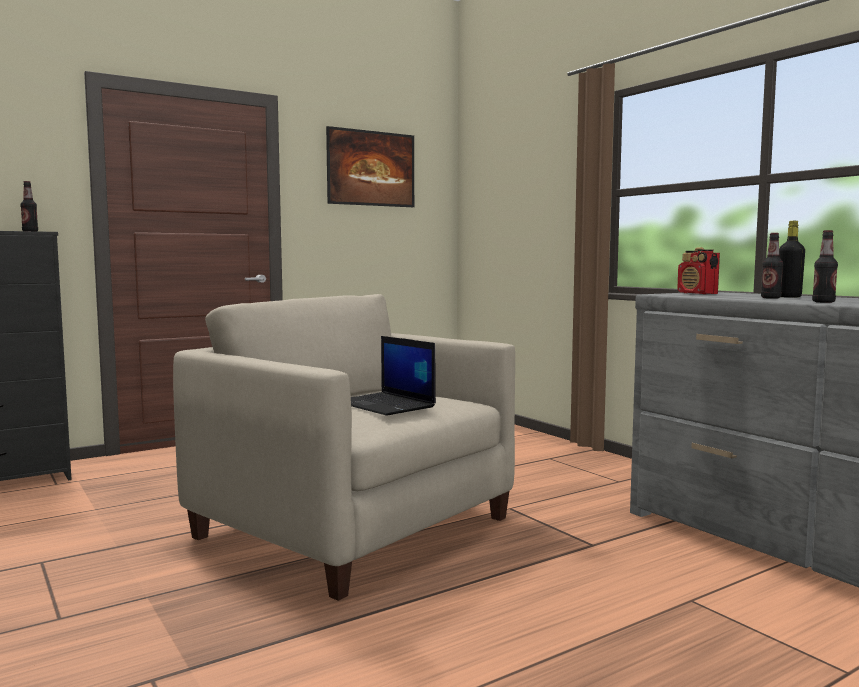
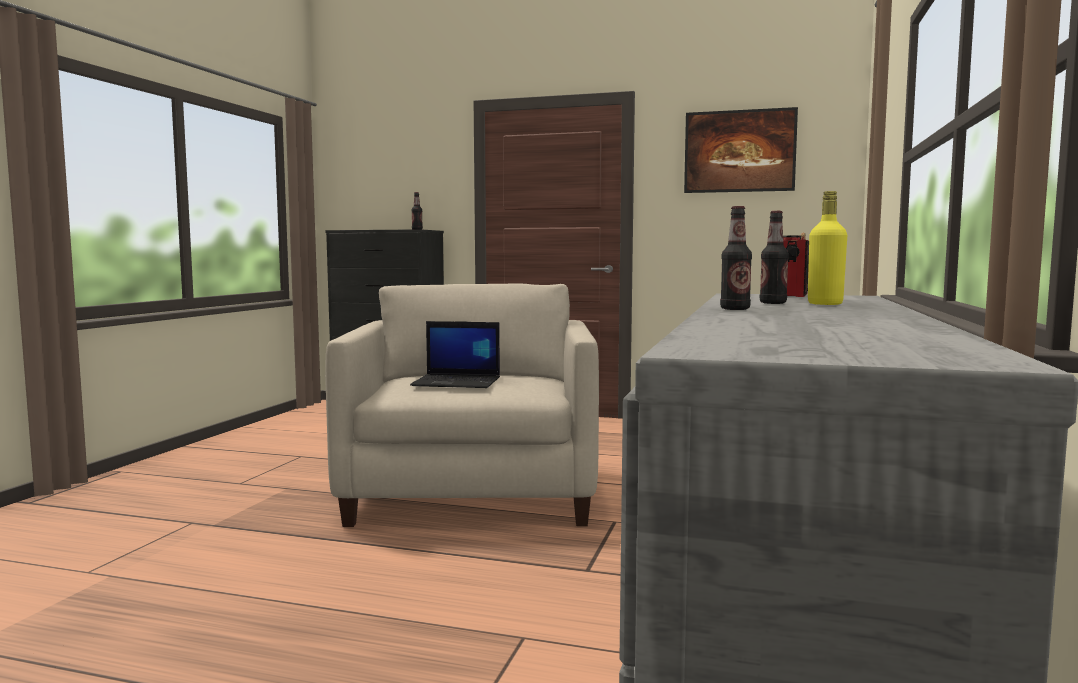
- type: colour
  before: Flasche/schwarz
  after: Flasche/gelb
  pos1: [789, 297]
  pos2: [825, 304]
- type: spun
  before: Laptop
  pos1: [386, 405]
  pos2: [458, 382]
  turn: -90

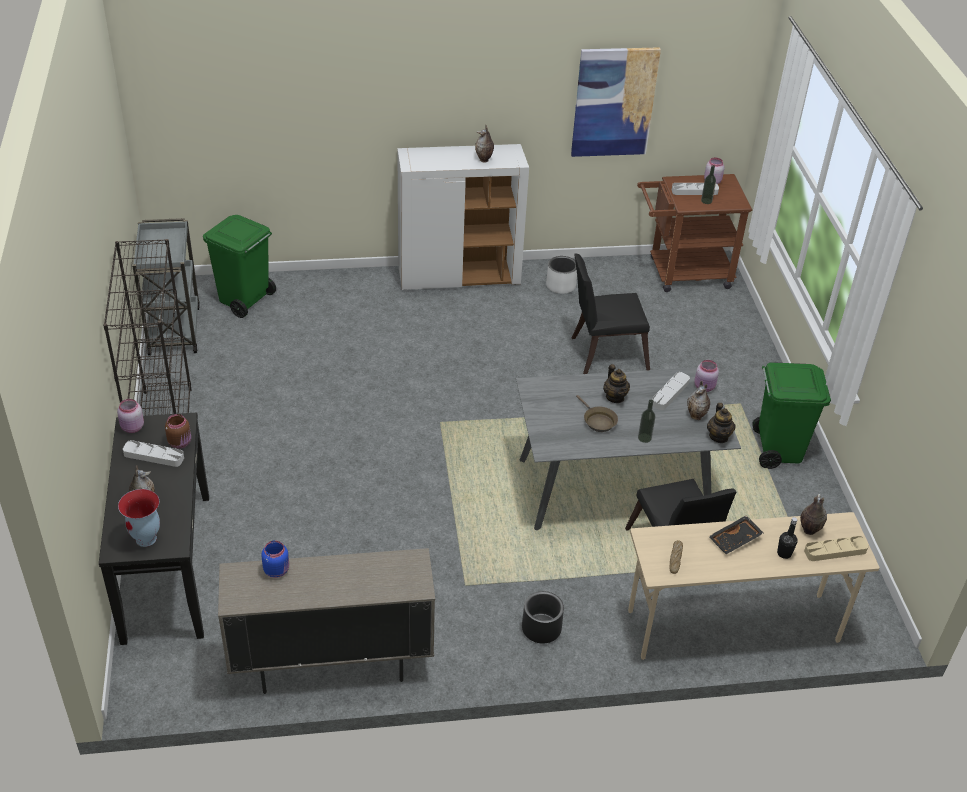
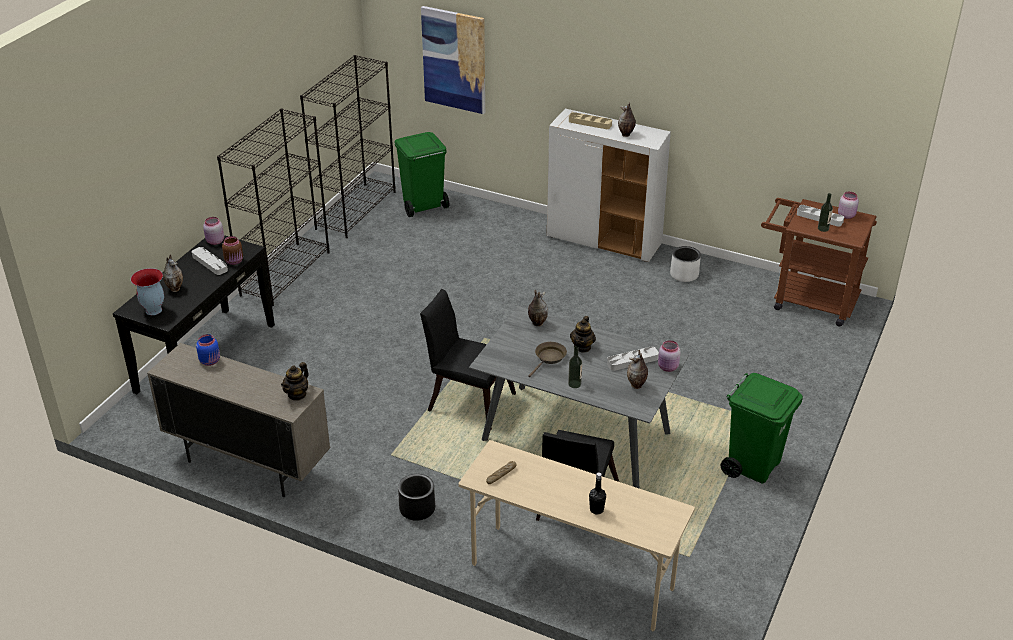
- type: missing
  before: Tablett/schwarz
  pos1: [735, 540]
- type: relocated
  before: Bild
  pos1: [614, 102]
  pos2: [454, 60]
- type: relocated
  before: Stuhl/schwarz
  pos1: [604, 353]
  pos2: [467, 400]
- type: relocated
  before: Teekanne
  pos1: [719, 436]
  pos2: [297, 394]
- type: relocated
  before: Vase
  pos1: [808, 530]
  pos2: [537, 323]
- type: relocated
  before: Tablett/beige
  pos1: [835, 551]
  pos2: [590, 123]
- type: exchanged
  before: Rollwagen/grau
  after: Bücherregal/schwarz
  pos1: [174, 329]
  pos2: [356, 210]
- type: spun
  before: Pfanne/braun
  pos1: [597, 421]
  pos2: [549, 358]
  turn: -150

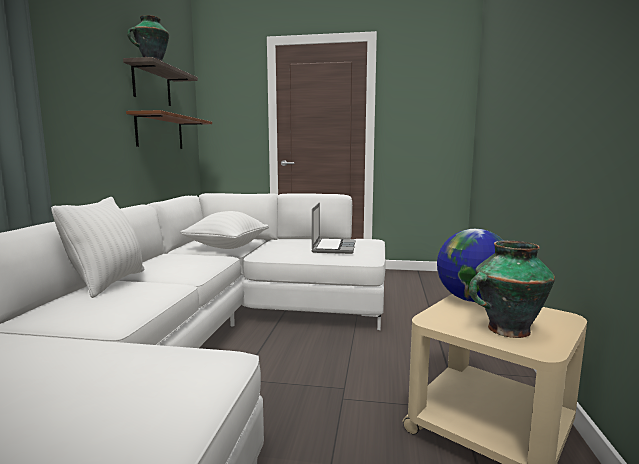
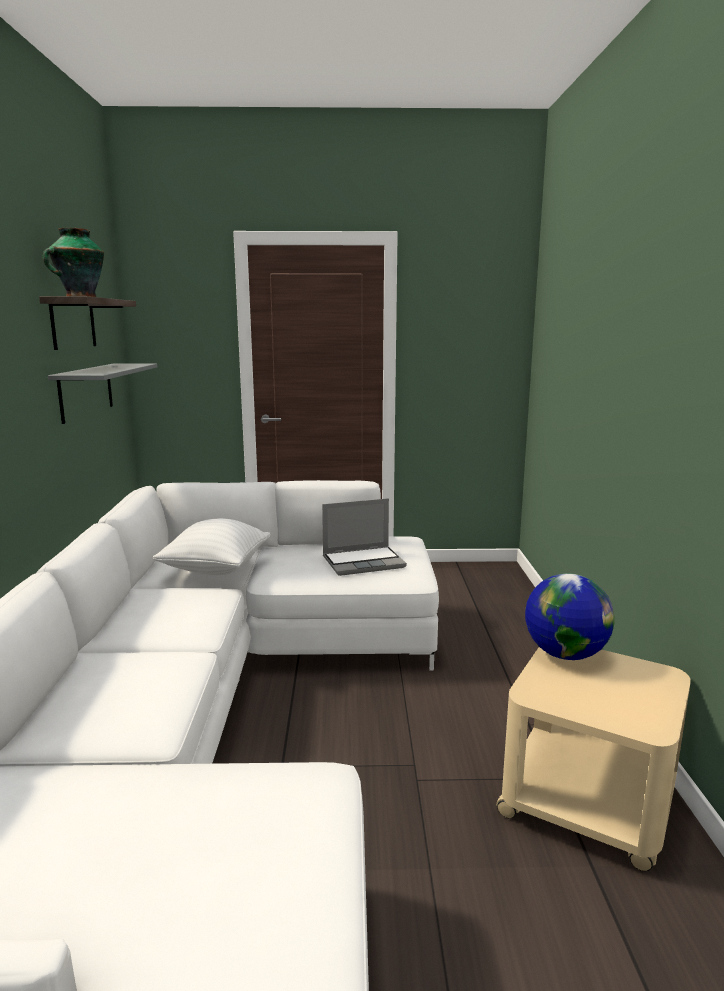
- type: missing
  before: Kissen/weiß
  pos1: [108, 283]
- type: missing
  before: Vase
  pos1: [506, 330]
- type: colour
  before: Wandregal/braun
  after: Wandregal/grau
  pos1: [160, 132]
  pos2: [86, 391]
- type: spun
  before: Laptop
  pos1: [333, 247]
  pos2: [364, 562]
  turn: 75

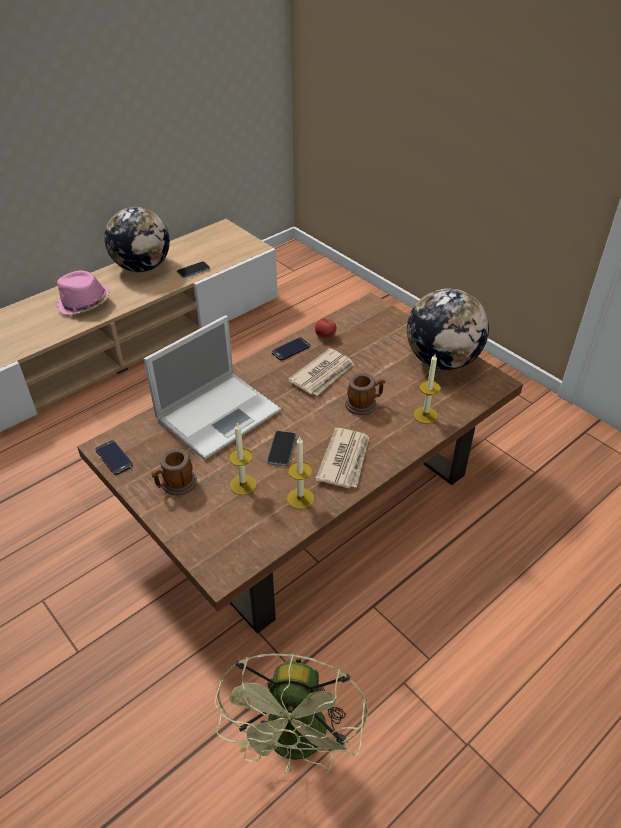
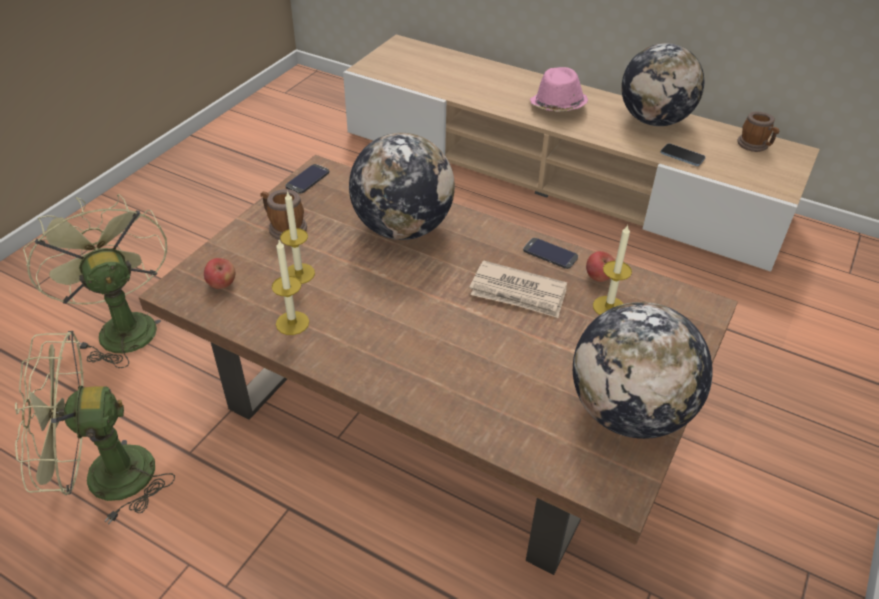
- type: missing
  before: Handy
  pos1: [281, 449]
- type: missing
  before: Zeitung
  pos1: [345, 460]
- type: appeared
  after: Ventilator/grün
  pos2: [122, 326]
- type: appeared
  after: Apfel
  pos2: [222, 284]
- type: relocated
  before: Henkelbecher
  pos1: [364, 404]
  pos2: [755, 145]
- type: relocated
  before: Kerze
  pos1: [425, 415]
  pos2: [609, 307]
- type: exchanged
  before: Laptop
  after: Globus
  pos1: [220, 413]
  pos2: [402, 228]

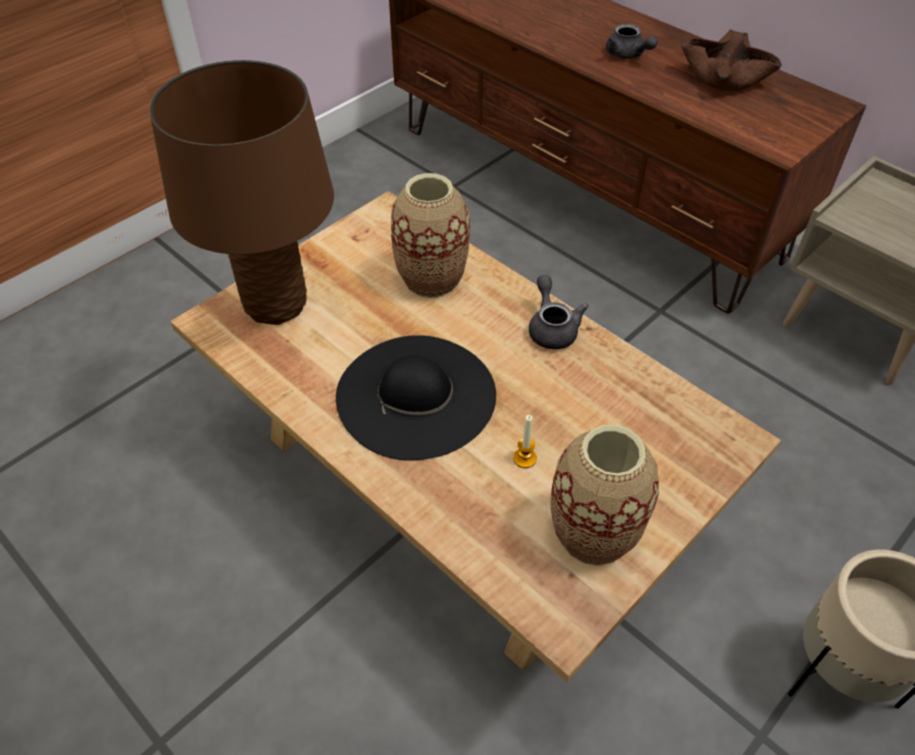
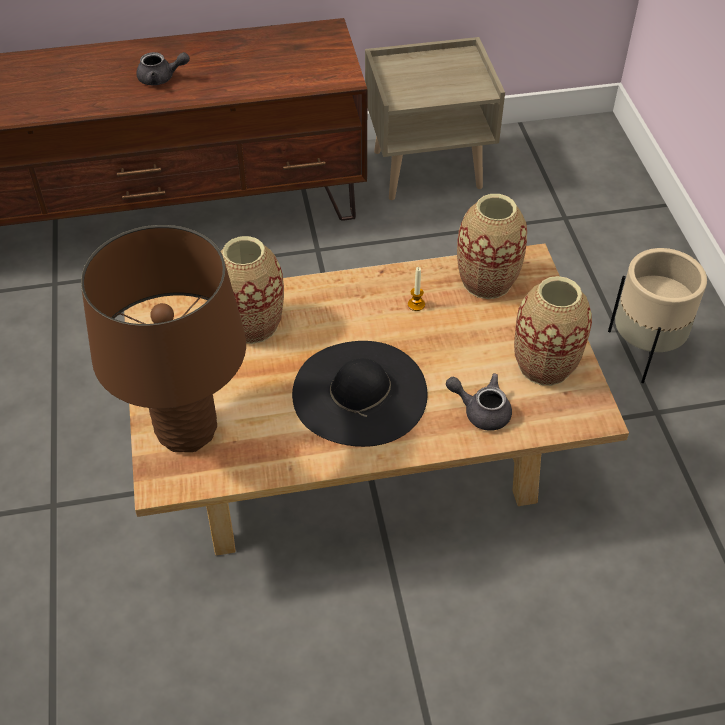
- type: missing
  before: Schüssel/braun
  pos1: [725, 76]
- type: appeared
  after: Vase
  pos2: [486, 281]
- type: relocated
  before: Kerze
  pos1: [524, 458]
  pos2: [416, 304]
- type: relocated
  before: Teekanne/grau
  pos1: [552, 328]
  pos2: [481, 411]

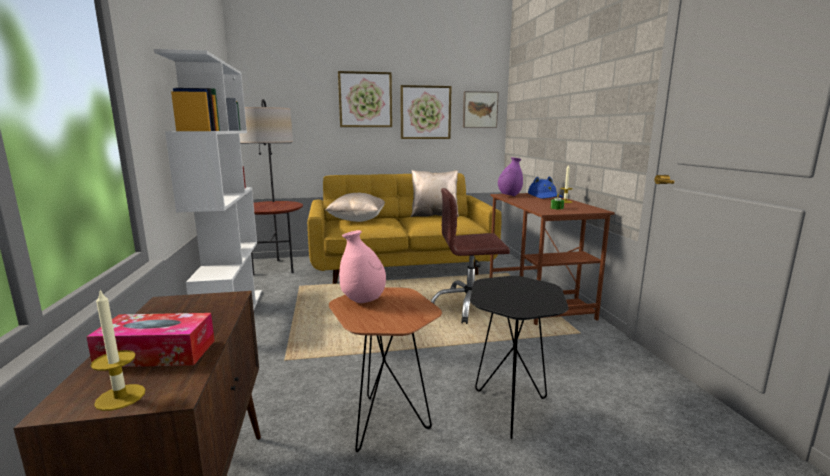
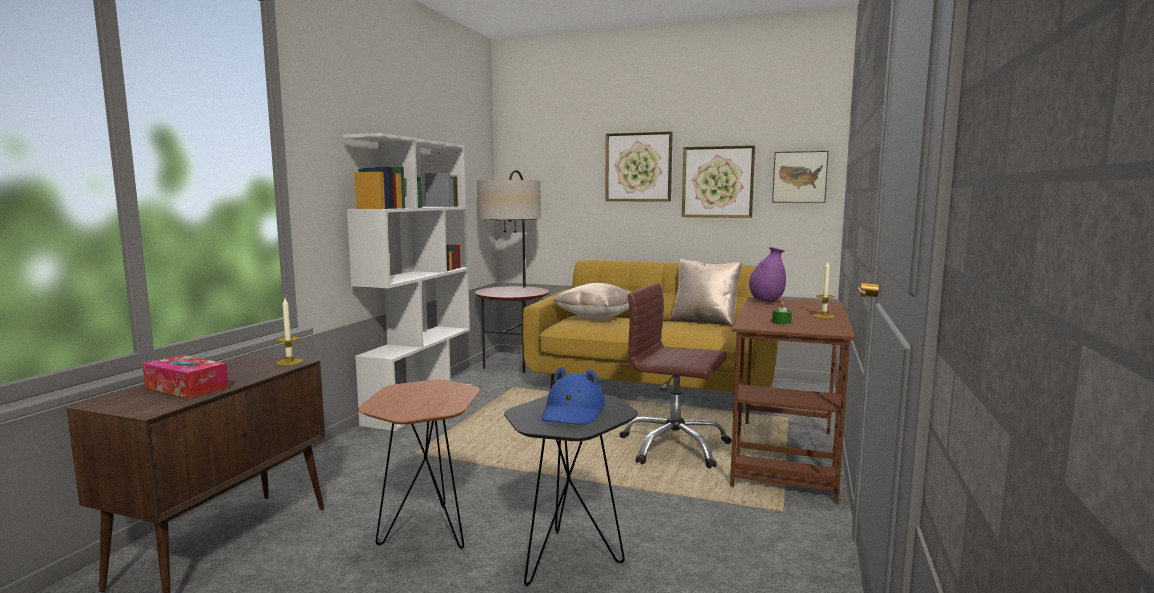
- type: missing
  before: Vase/rosa
  pos1: [363, 301]
- type: relocated
  before: Kerze
  pos1: [120, 397]
  pos2: [289, 362]
- type: relocated
  before: Hut/blau
  pos1: [545, 196]
  pos2: [573, 412]

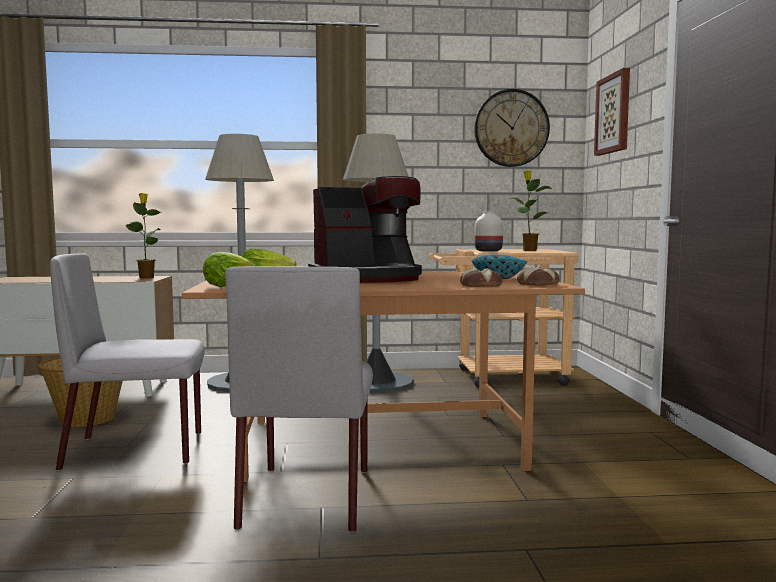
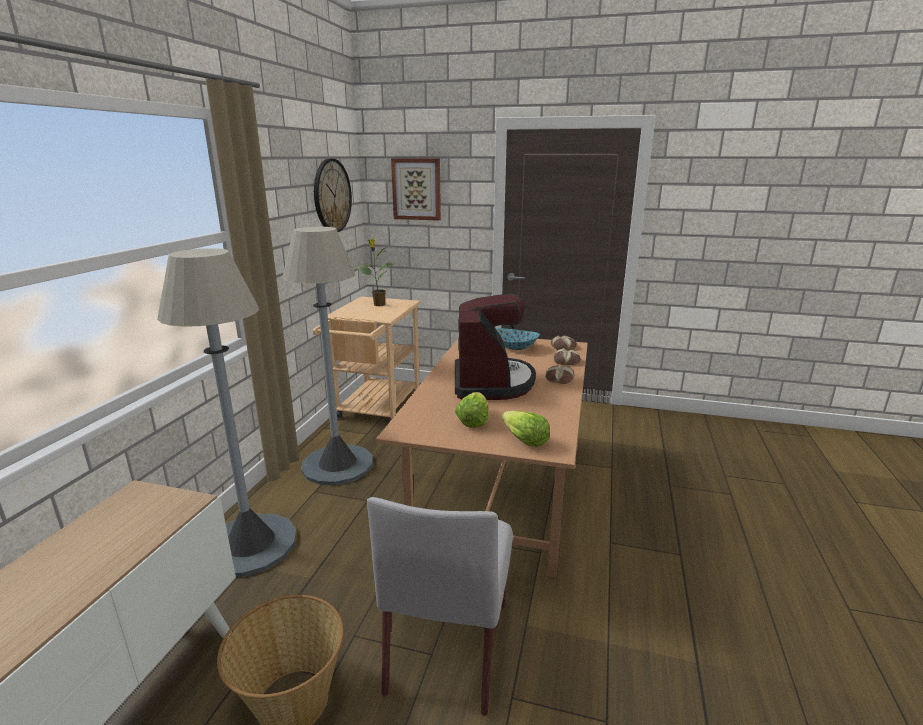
- type: missing
  before: Topfpflanze
  pos1: [146, 277]
- type: missing
  before: Stuhl/grau
  pos1: [307, 496]
- type: missing
  before: Vase/weiß
  pos1: [487, 251]
- type: appeared
  after: Brot
  pos2: [559, 378]

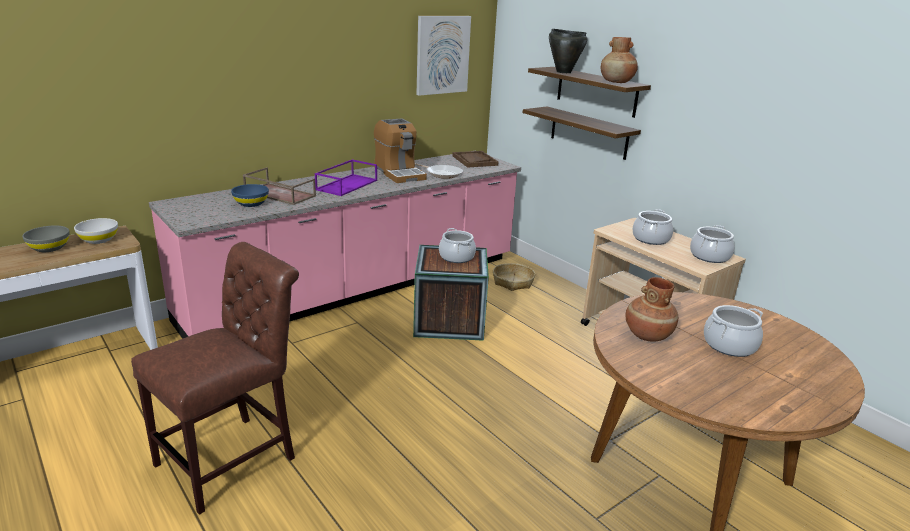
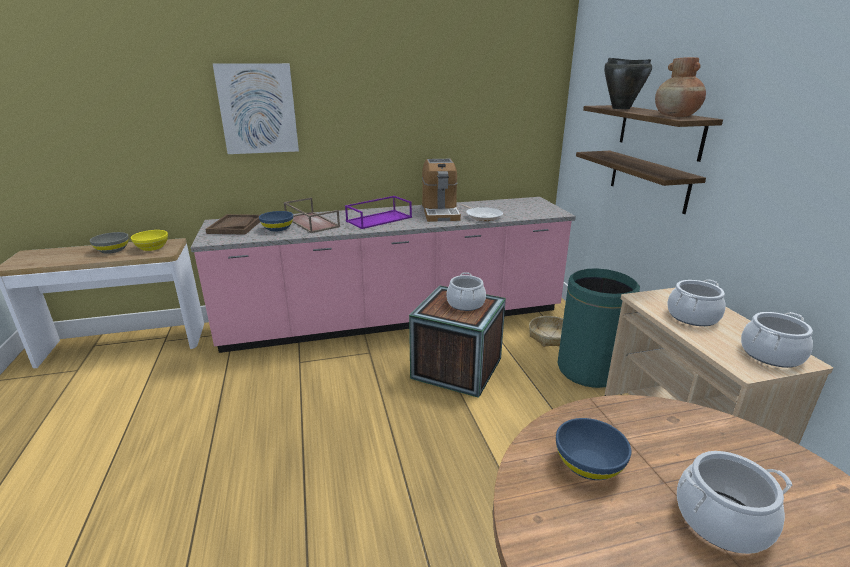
- type: missing
  before: Stuhl/braun
  pos1: [233, 458]
- type: appeared
  after: Mülleimer/grün
  pos2: [588, 370]
- type: relocated
  before: Bild
  pos1: [442, 55]
  pos2: [258, 109]
- type: relocated
  before: Tablett/braun
  pos1: [474, 160]
  pos2: [236, 226]
- type: exchanged
  before: Vase/braun
  after: Schüssel/blau
  pos1: [647, 335]
  pos2: [588, 464]
- type: colour
  before: Schüssel/weiß
  after: Schüssel/gelb
  pos1: [98, 240]
  pos2: [152, 248]

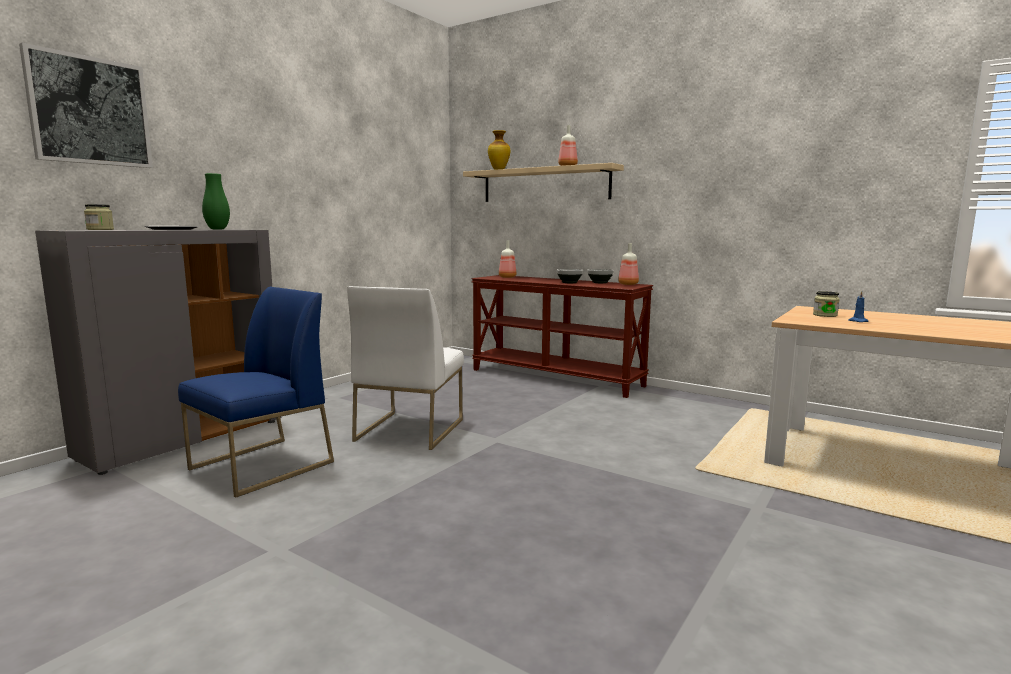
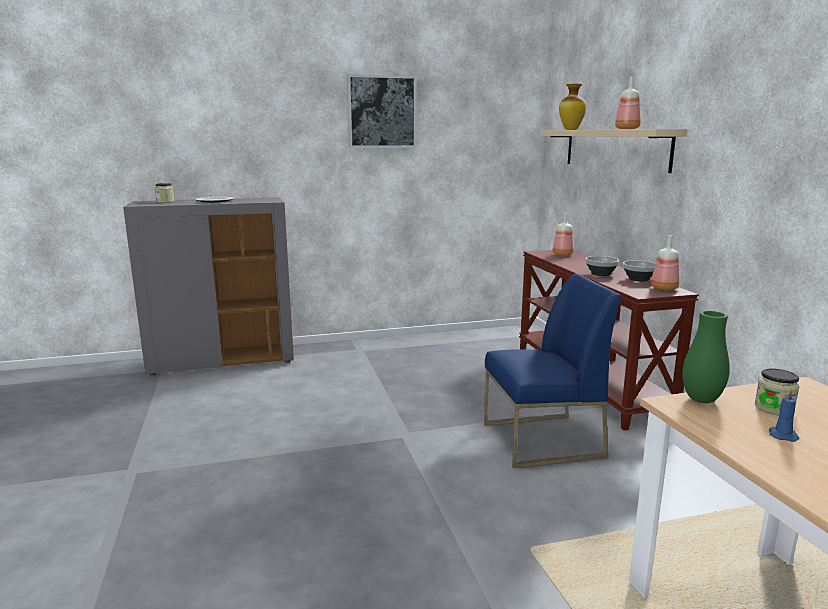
- type: missing
  before: Stuhl/weiß
  pos1: [409, 429]
- type: relocated
  before: Bild
  pos1: [89, 111]
  pos2: [382, 112]
- type: relocated
  before: Stuhl/blau
  pos1: [261, 466]
  pos2: [541, 440]
- type: relocated
  before: Vase/grün
  pos1: [217, 229]
  pos2: [701, 400]

